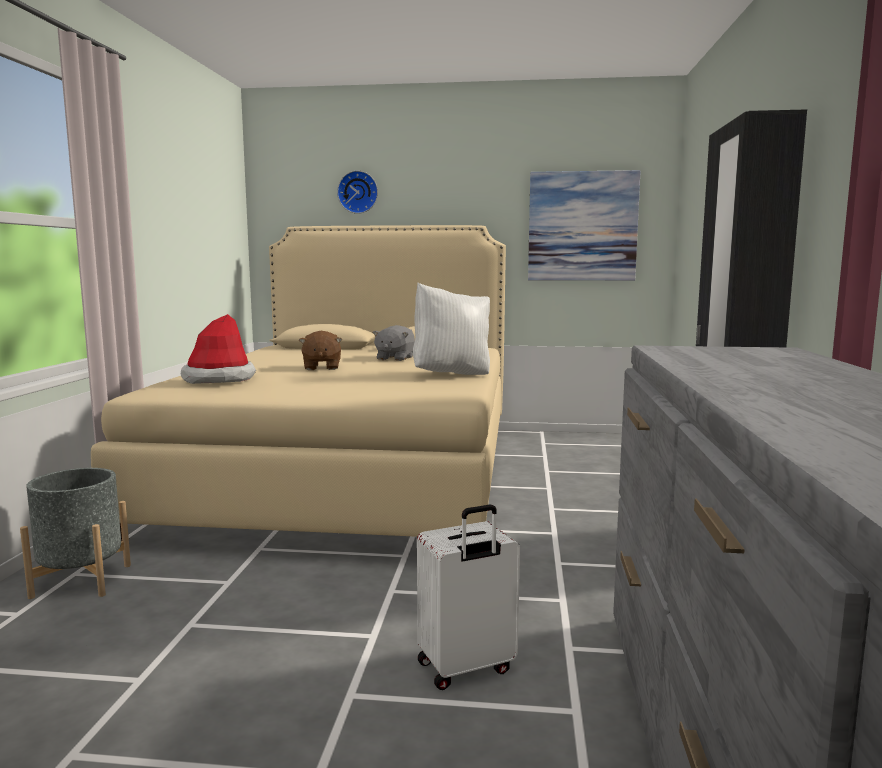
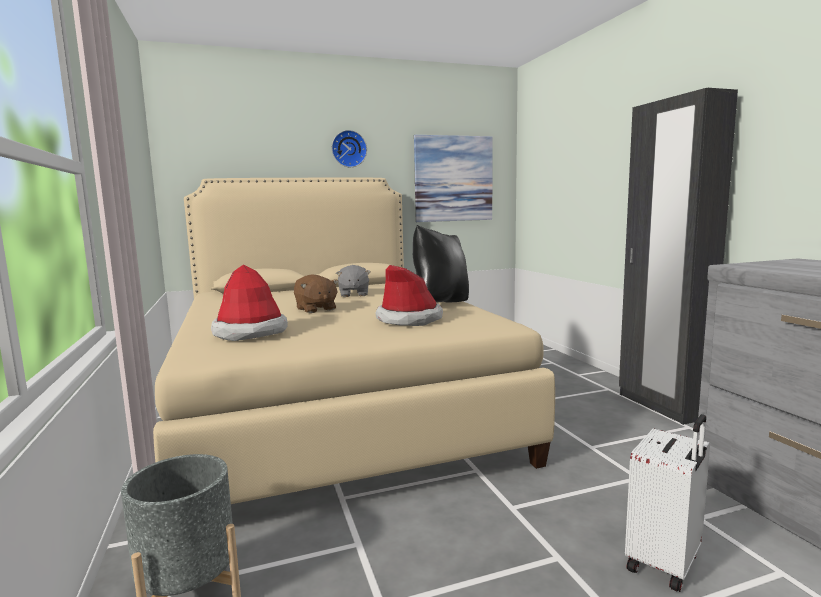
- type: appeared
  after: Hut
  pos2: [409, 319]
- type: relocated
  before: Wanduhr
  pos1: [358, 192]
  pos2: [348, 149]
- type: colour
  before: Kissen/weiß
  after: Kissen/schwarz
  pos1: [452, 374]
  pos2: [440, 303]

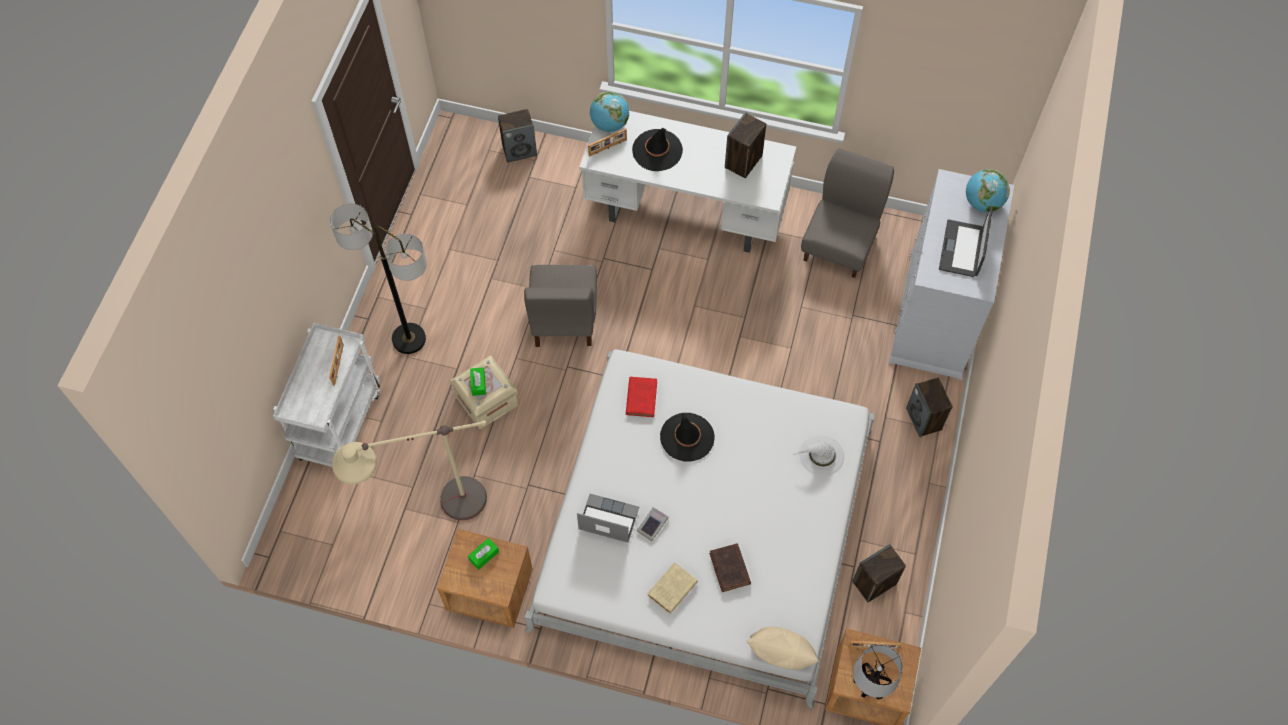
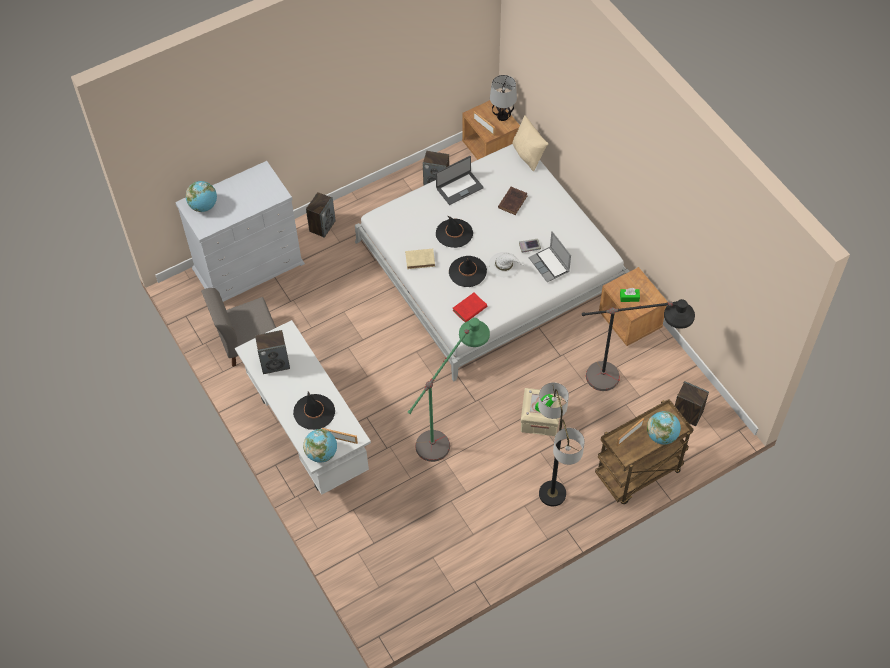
- type: appeared
  after: Hut/schwarz
  pos2: [454, 233]
- type: appeared
  after: Globus
  pos2: [661, 436]
- type: relocated
  before: Lautsprecher
  pos1: [519, 150]
  pos2: [687, 414]
- type: relocated
  before: Buch/beige
  pos1: [671, 590]
  pos2: [421, 260]
- type: relocated
  before: Hut/weiß
  pos1: [821, 456]
  pos2: [504, 264]
- type: relocated
  before: Laptop
  pos1: [962, 249]
  pos2: [459, 188]
- type: exchanged
  before: Stuhl/grau
  after: Stehlampe/grün
  pos1: [563, 319]
  pos2: [449, 429]
- type: colour
  before: Rollwagen/weiß
  after: Rollwagen/braun
  pos1: [340, 423]
  pos2: [638, 474]
- type: colour
  before: Stehlampe/beige
  after: Stehlampe/schwarz
  pos1: [433, 513]
  pos2: [626, 381]

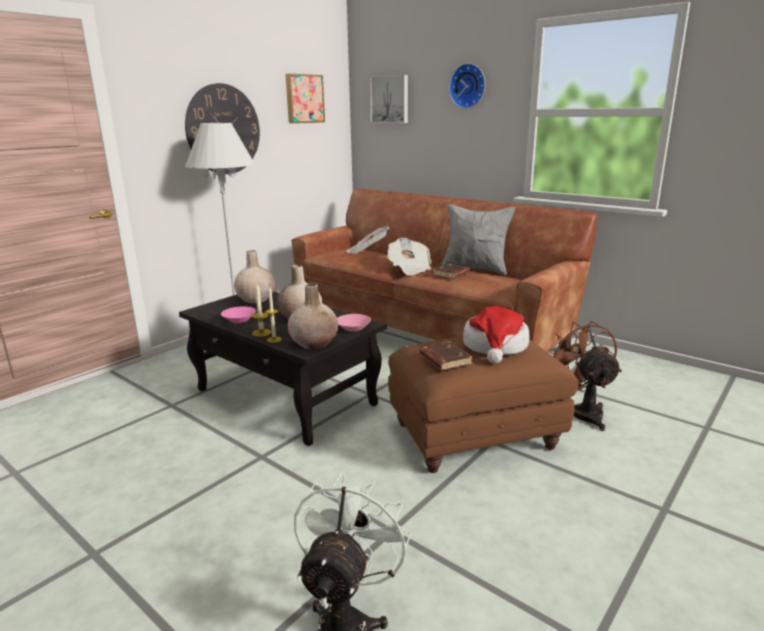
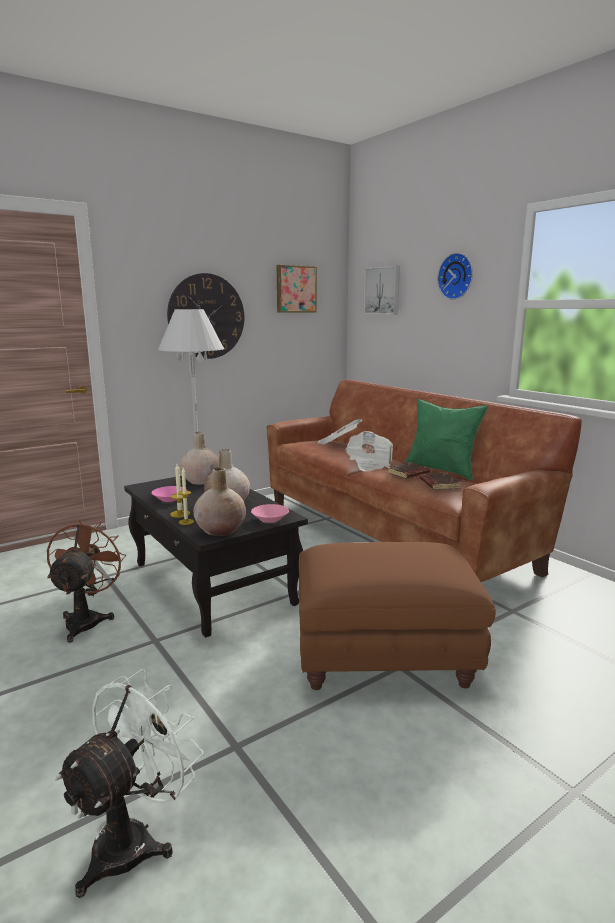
- type: missing
  before: Hut
  pos1: [495, 346]
- type: relocated
  before: Buch/braun
  pos1: [444, 359]
  pos2: [439, 484]
- type: relocated
  before: Ventilator/braun
  pos1: [582, 412]
  pos2: [87, 620]
- type: colour
  before: Kissen/grau
  after: Kissen/grün
  pos1: [475, 269]
  pos2: [441, 471]

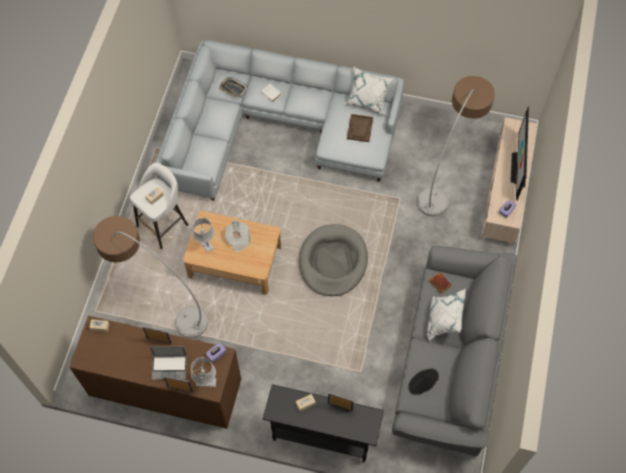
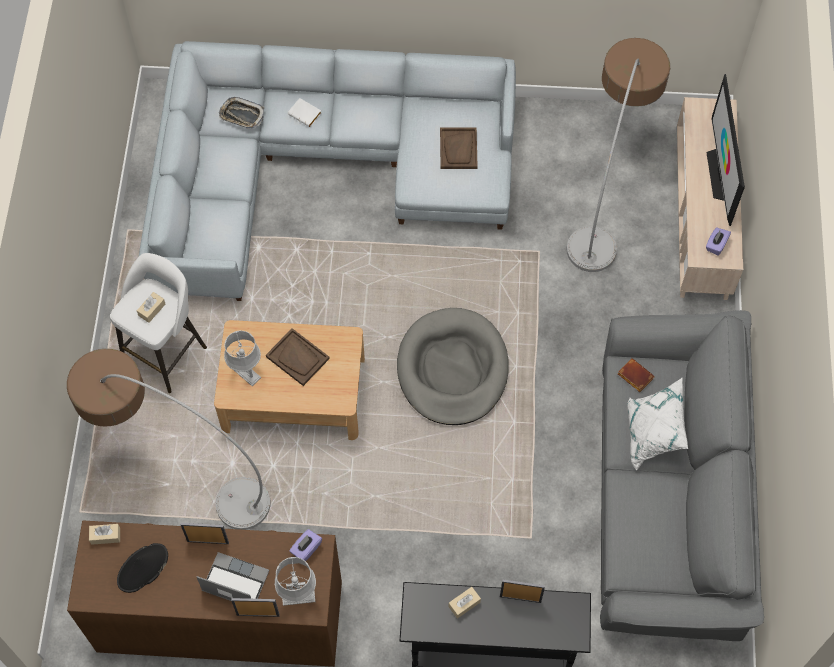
- type: missing
  before: Kissen/weiß
  pos1: [367, 101]
- type: relocated
  before: Hut/schwarz
  pos1: [423, 382]
  pos2: [142, 568]
- type: exchanged
  before: Zeitung
  after: Tablett/braun
  pos1: [238, 239]
  pos2: [298, 358]
- type: spun
  before: Laptop
  pos1: [170, 367]
  pos2: [234, 582]
  turn: -150

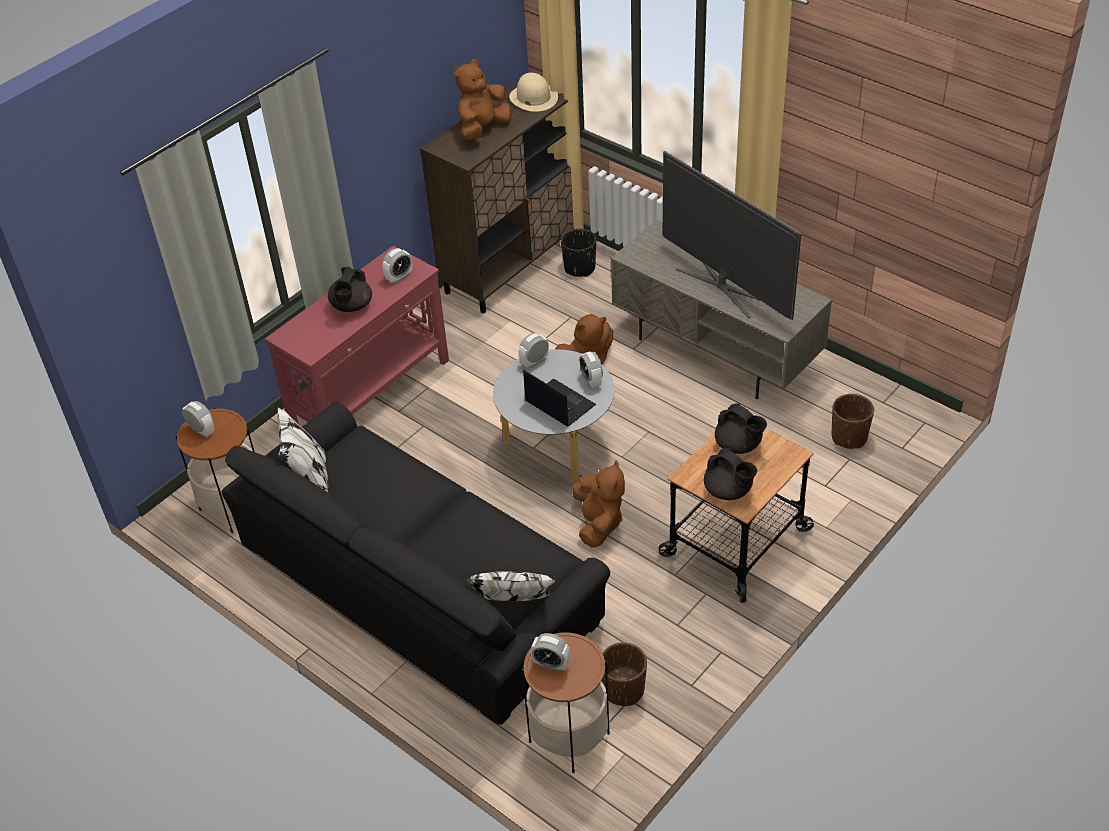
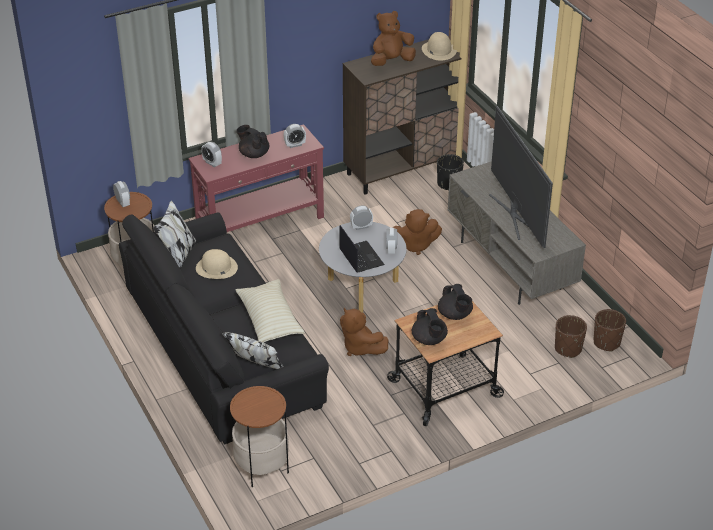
- type: appeared
  after: Hut/beige
  pos2: [216, 267]
- type: appeared
  after: Kissen/beige
  pos2: [269, 320]
- type: relocated
  before: Wecker
  pos1: [551, 664]
  pos2: [212, 163]
- type: relocated
  before: Pflanzkübel/braun
  pos1: [623, 690]
  pos2: [606, 342]
- type: spun
  before: Teekanne/schwarz
  pos1: [351, 306]
  pos2: [253, 154]
  turn: 90
- type: spun
  before: Plüschtier/braun
  pos1: [598, 523]
  pos2: [360, 347]
  turn: 120

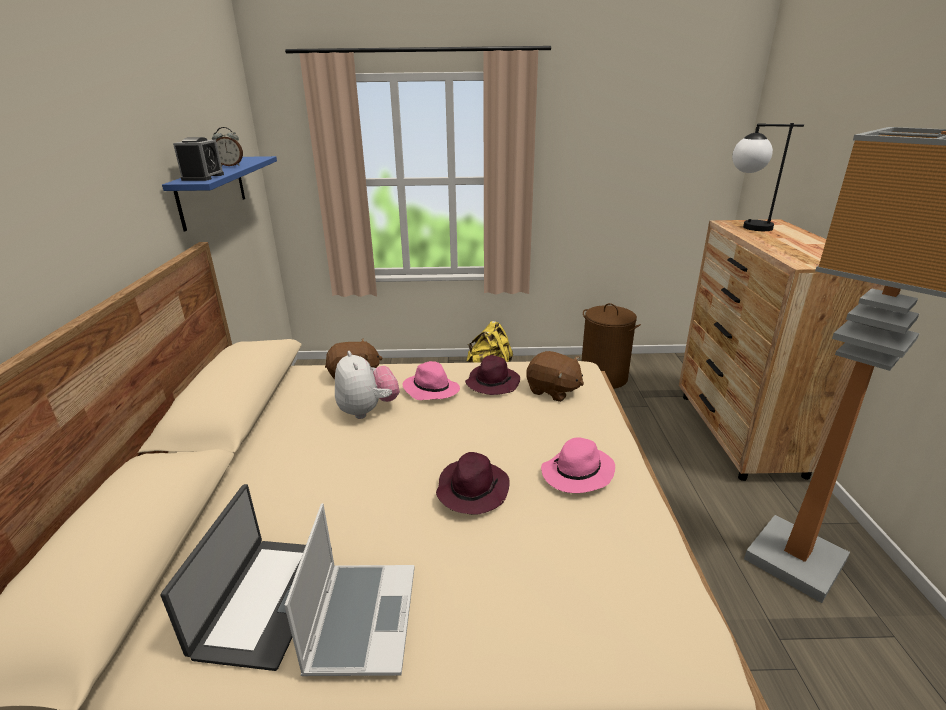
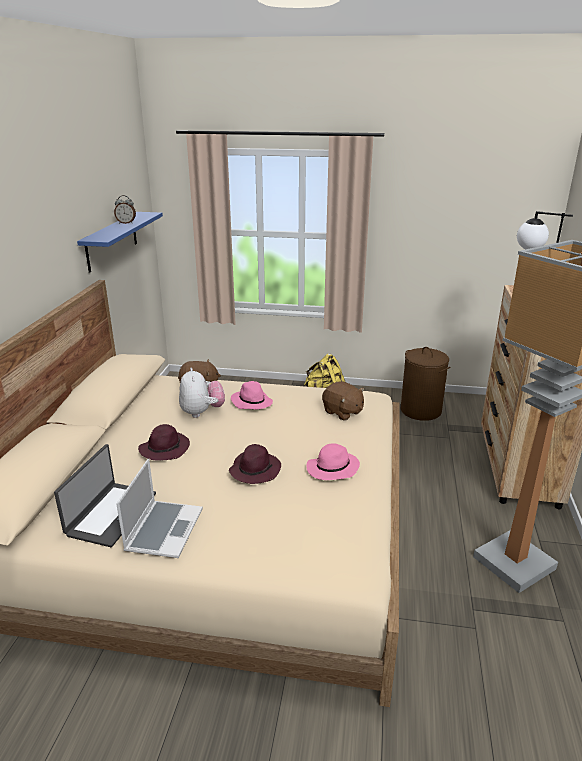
- type: missing
  before: Wecker
  pos1: [203, 177]
- type: relocated
  before: Hut/lila
  pos1: [492, 383]
  pos2: [165, 448]

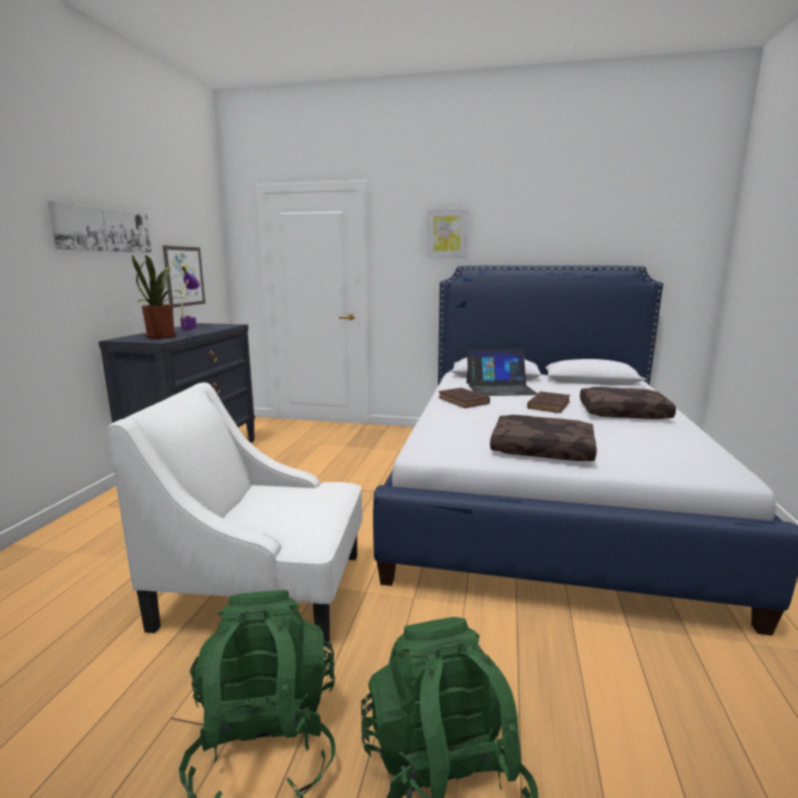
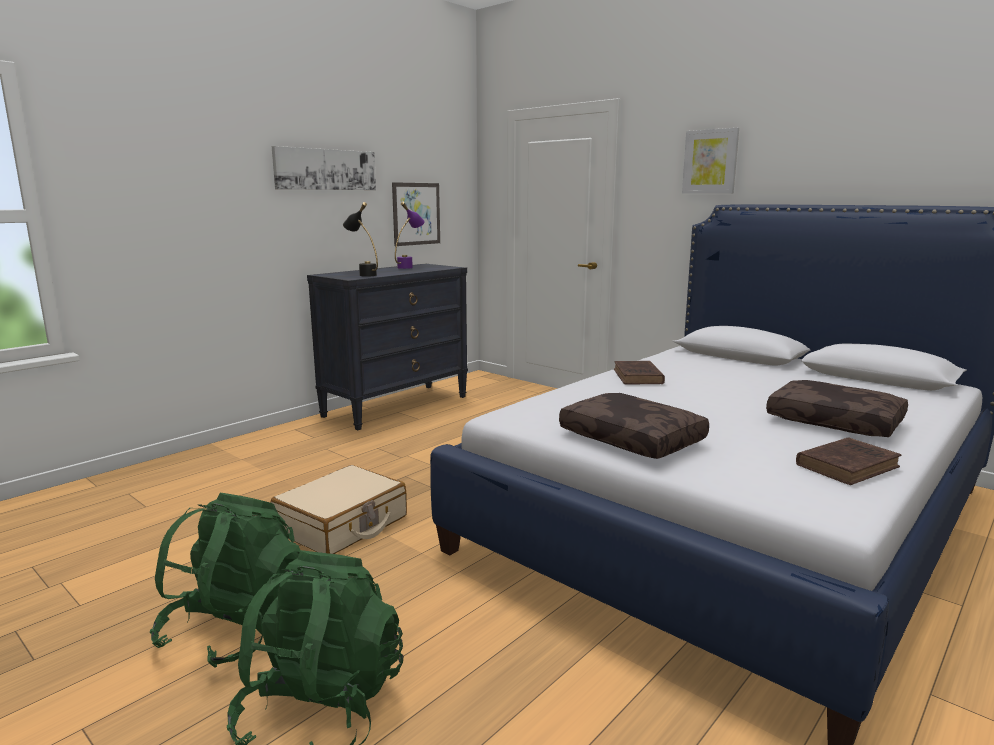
- type: missing
  before: Laptop
  pos1: [500, 388]
- type: relocated
  before: Buch/braun
  pos1: [549, 405]
  pos2: [848, 465]
- type: exchanged
  before: Sessel/weiß
  after: Koffer/beige
  pos1: [264, 589]
  pos2: [342, 525]
- type: exchanged
  before: Topfpflanze
  after: Tischlampe/schwarz
  pos1: [164, 337]
  pos2: [363, 274]

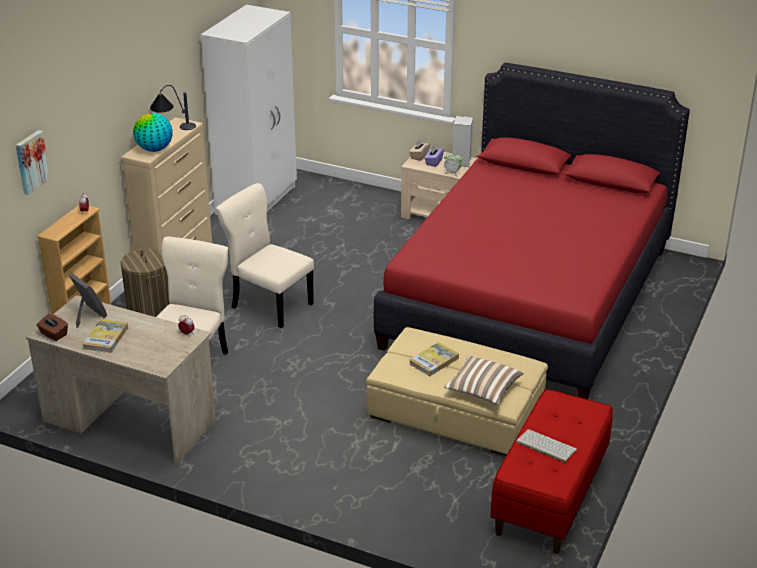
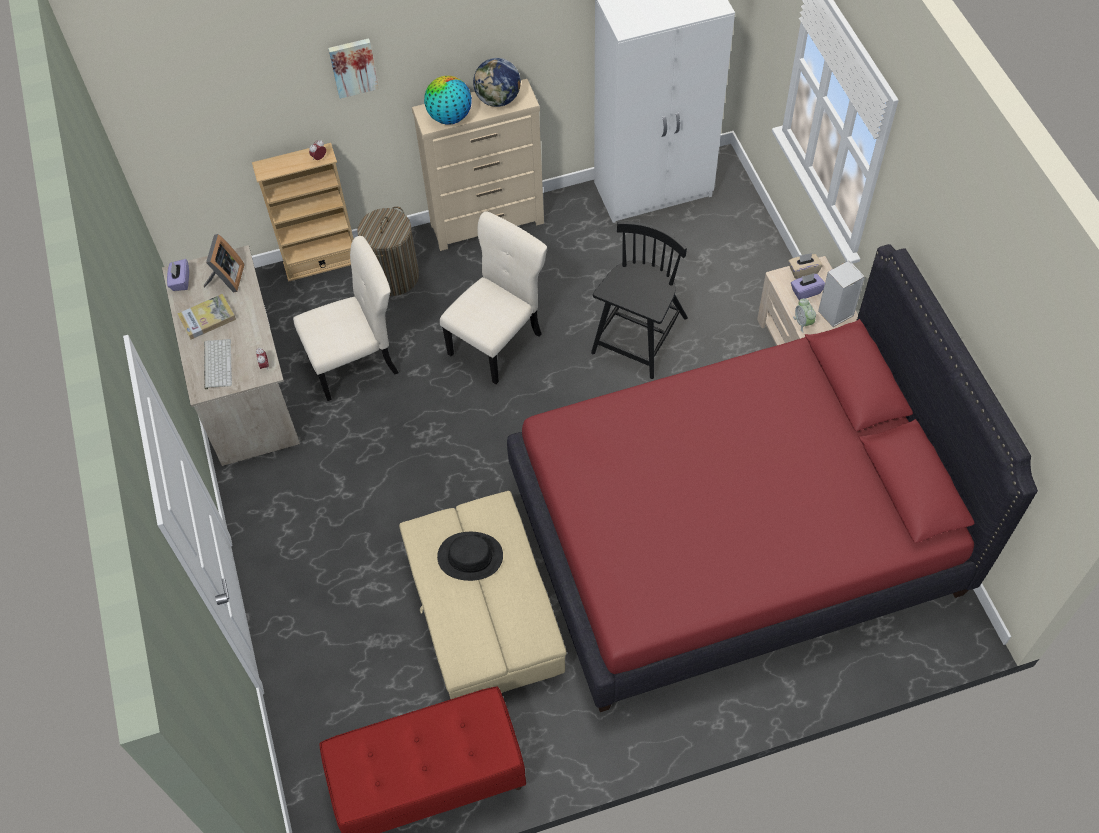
- type: missing
  before: Kissen
  pos1: [483, 390]
- type: appeared
  after: Stuhl/schwarz
  pos2: [639, 337]
- type: relocated
  before: Bild
  pos1: [31, 162]
  pos2: [353, 66]
- type: relocated
  before: Tastatur
  pos1: [545, 446]
  pos2: [216, 363]
- type: exchanged
  before: Tischlampe
  after: Globus
  pos1: [173, 131]
  pos2: [498, 100]
- type: exchanged
  before: Buch
  after: Hut/schwarz
  pos1: [434, 361]
  pos2: [470, 556]
- type: colour
  before: Taschentuchbox/braun
  after: Taschentuchbox/lila
  pos1: [53, 334]
  pos2: [180, 281]
- type: spun
  before: Stuhl/beige
  pos1: [269, 304]
  pos2: [498, 342]
  turn: 45

